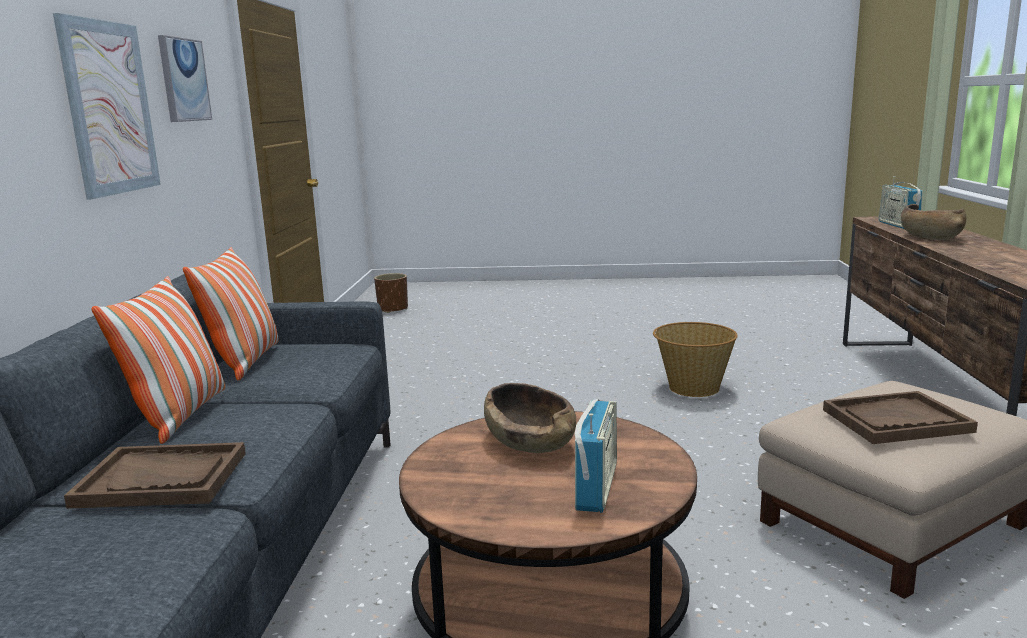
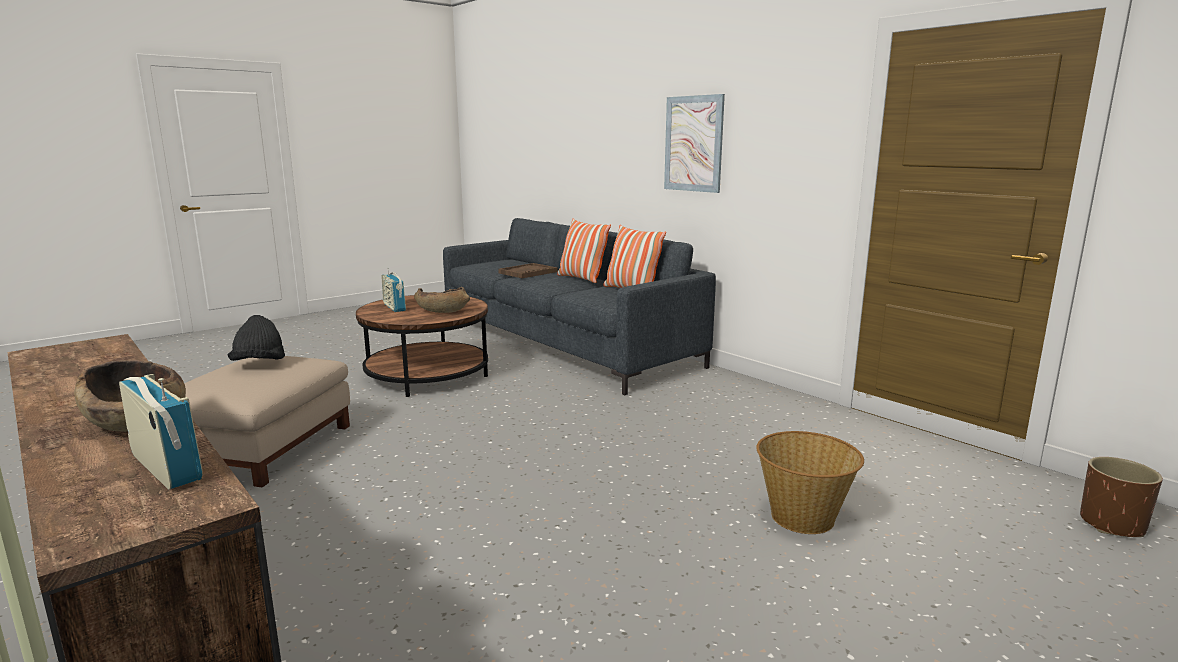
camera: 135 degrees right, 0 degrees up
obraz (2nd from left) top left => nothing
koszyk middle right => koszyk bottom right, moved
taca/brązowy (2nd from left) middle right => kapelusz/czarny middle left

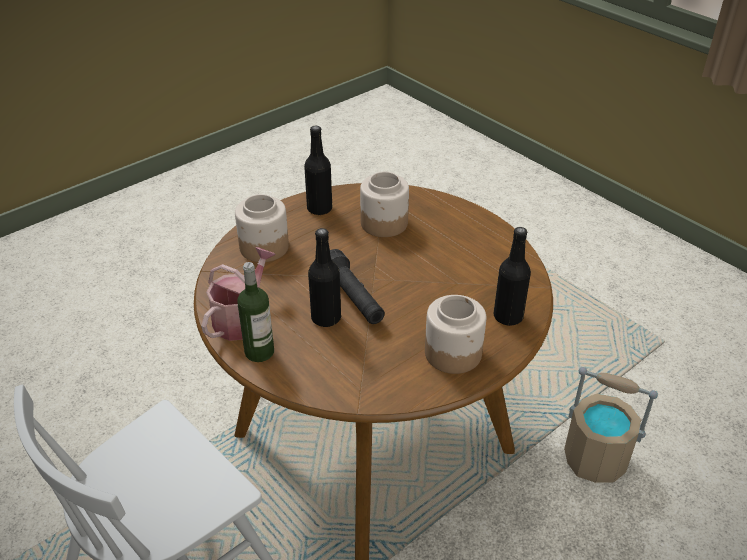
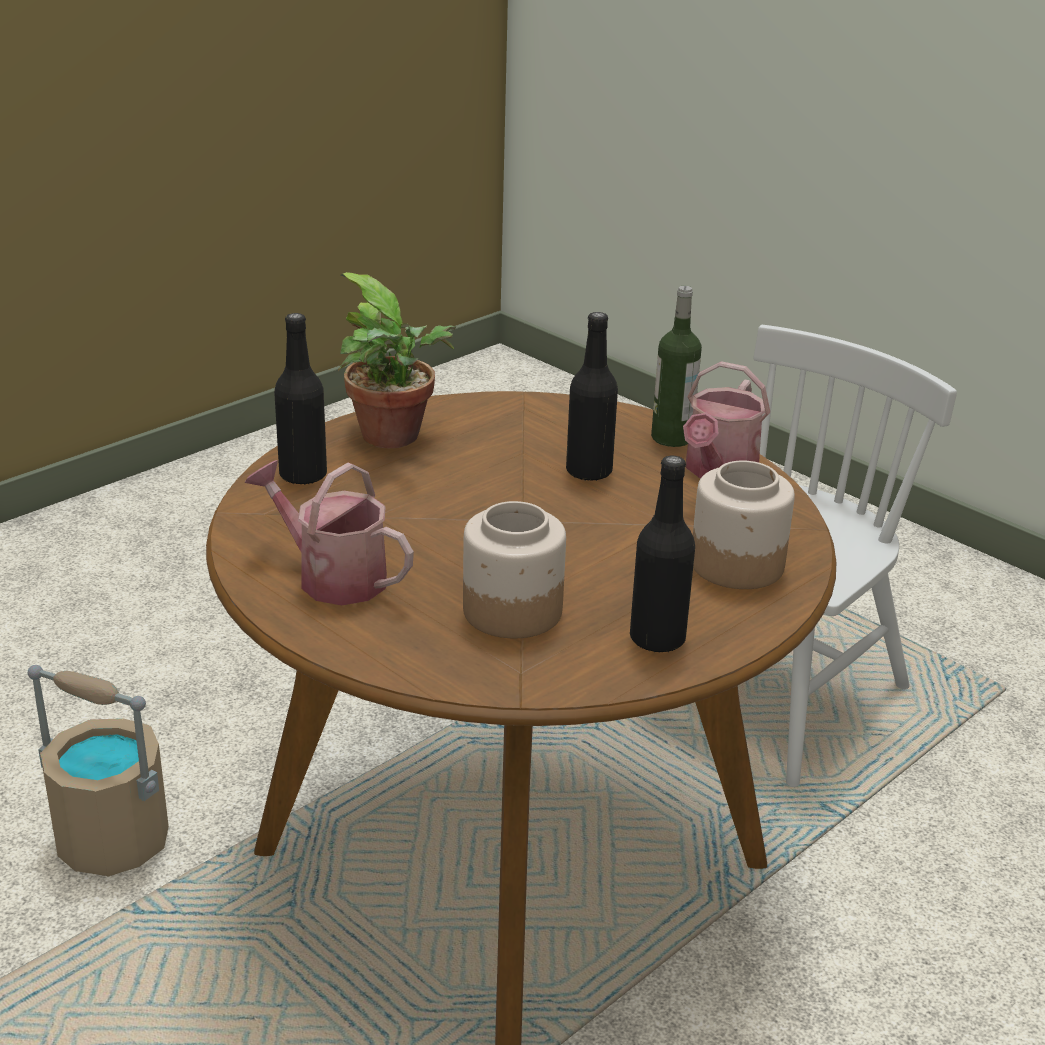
camera: 175 degrees right, 10 degrees down
latarka/czarny centre => nothing
słoik (3rd from left) centre => roślina doniczkowa centre
nothing => konewka (1st from left) middle left

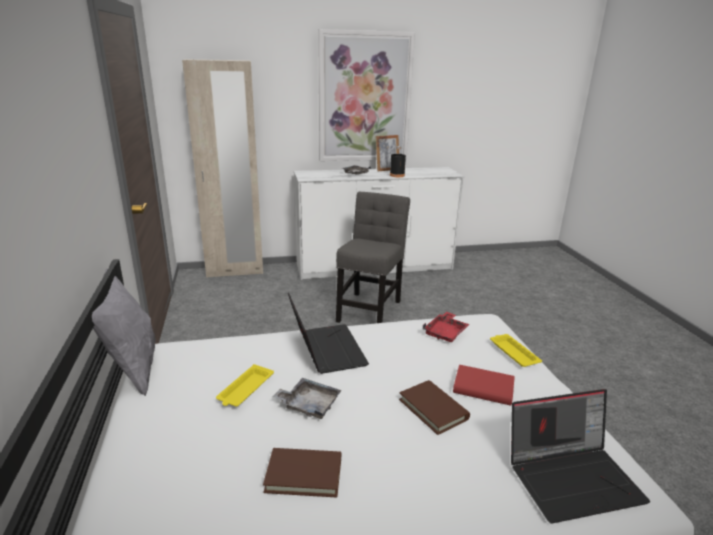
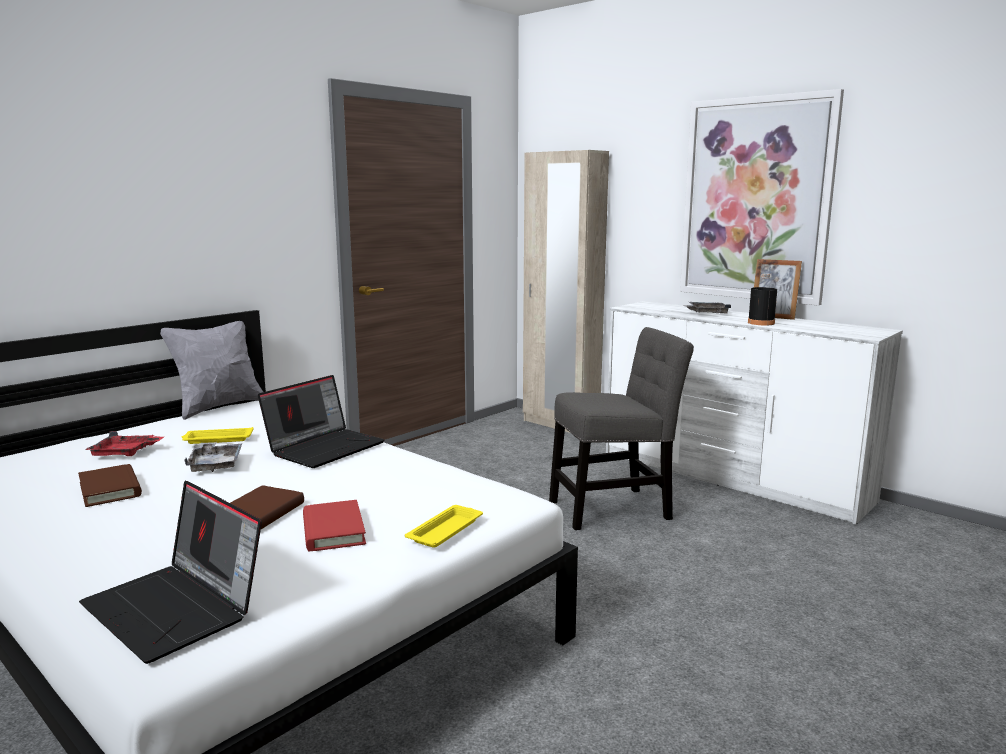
camera: 55 degrees right, 10 degrees down
taca/czerwony centre => taca/czerwony middle left, moved

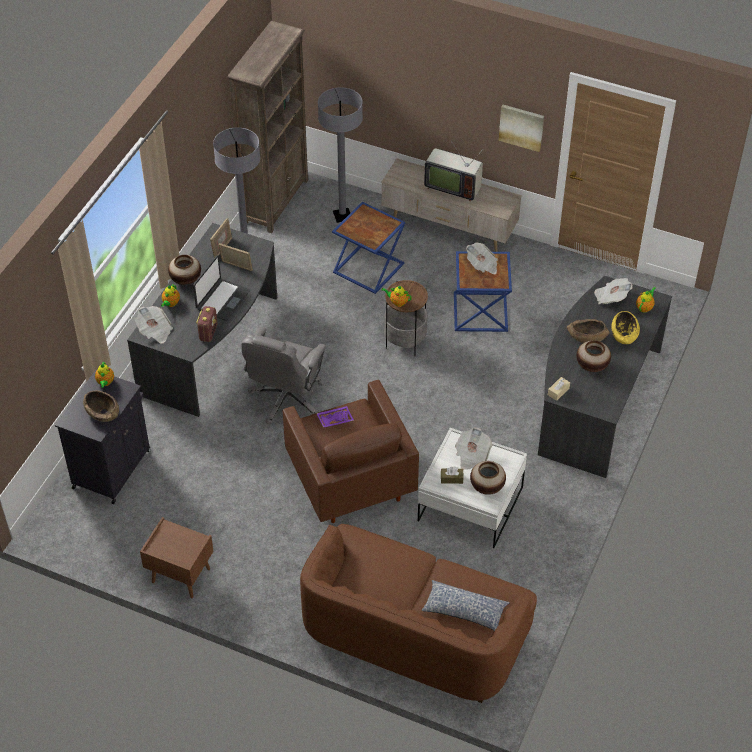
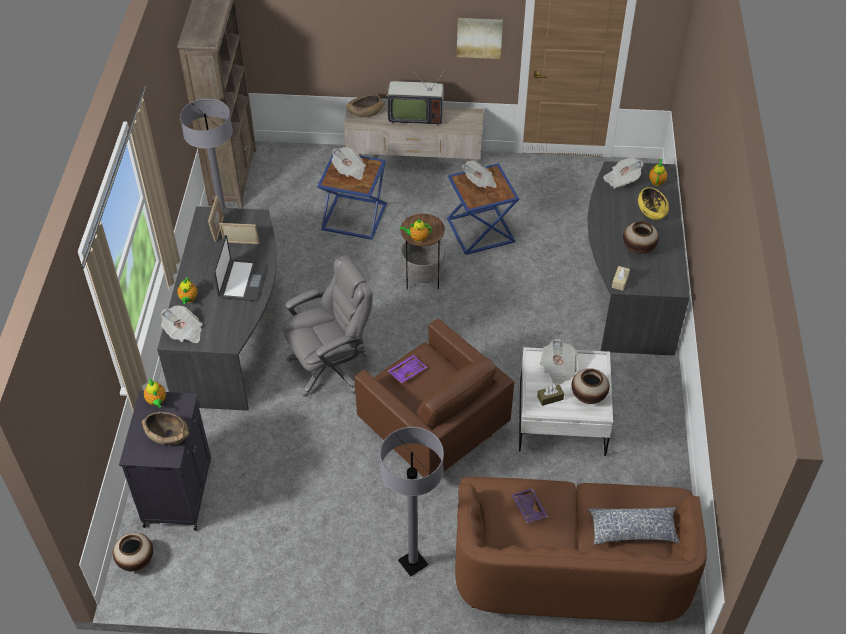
camera: 20 degrees left, 0 degrees up
szafka nocna/brązowy bottom left => nothing
wazon (1st from left) middle left => wazon (1st from left) bottom left, moved
radio middle left => nothing
krzesło biurowe/szary centre, 120 degrees counterclockwise
lampa stojąca/szary (2nd from left) top centre => lampa stojąca/szary (2nd from left) bottom centre, moved
miska/brązowy (2nd from left) middle right => miska/brązowy (2nd from left) top centre, moved
nothing => gazeta (2nd from left) top centre
nothing => taca/fioletowy (2nd from left) bottom centre

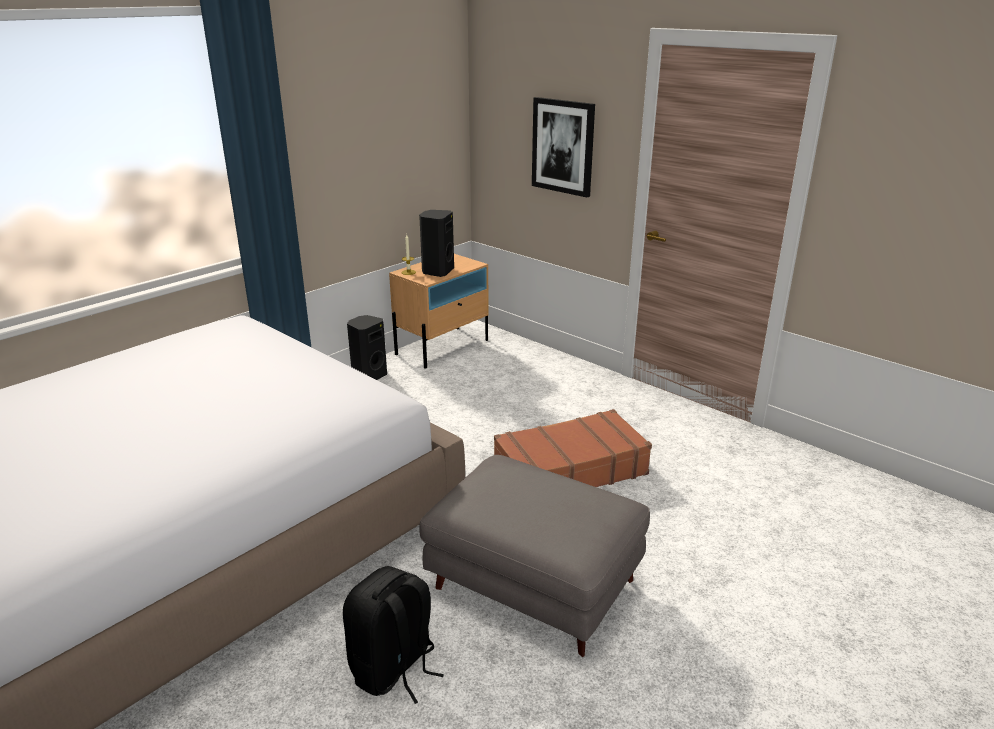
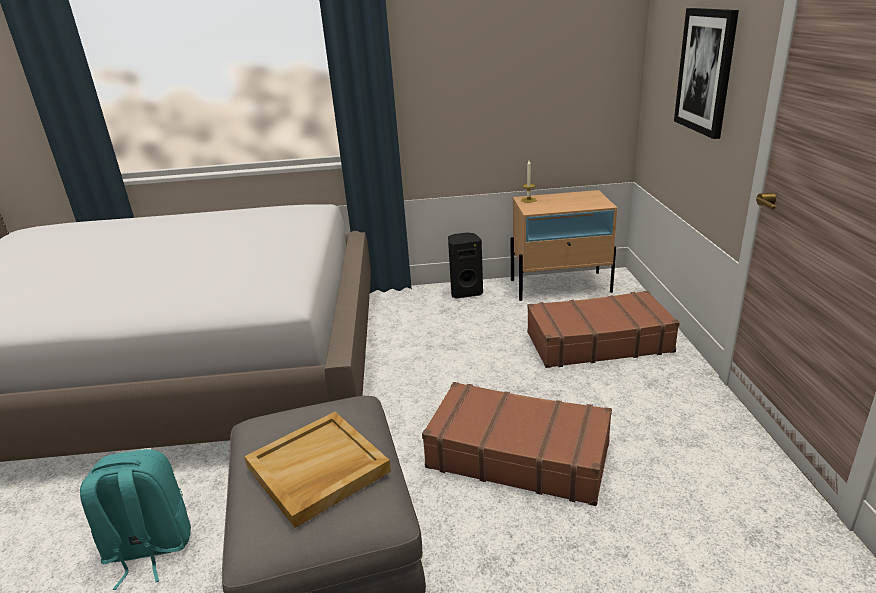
camera: 45 degrees right, 0 degrees up
plecak/czarny bottom centre => plecak/turkusowy bottom left
głośnik/czarny (2nd from left) centre => nothing
nothing => taca/beżowy bottom centre
nothing => walizka/brązowy (2nd from left) middle right

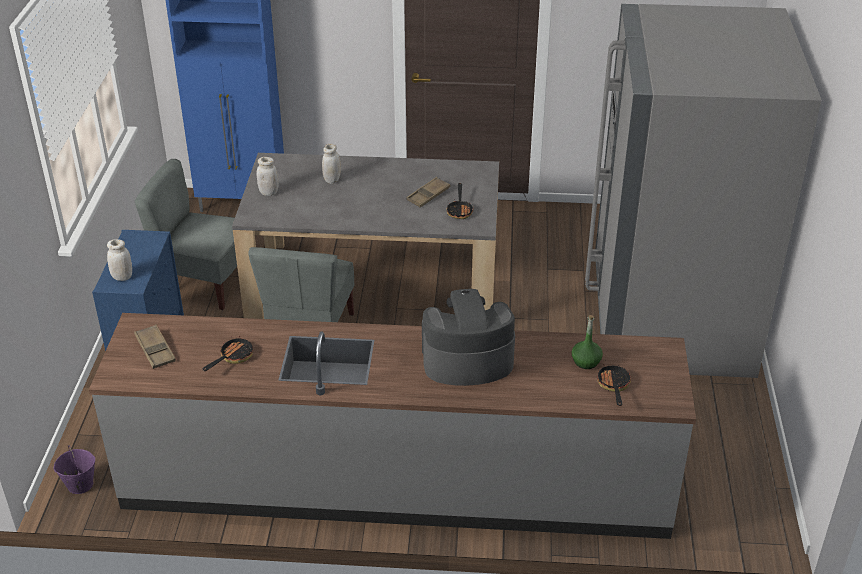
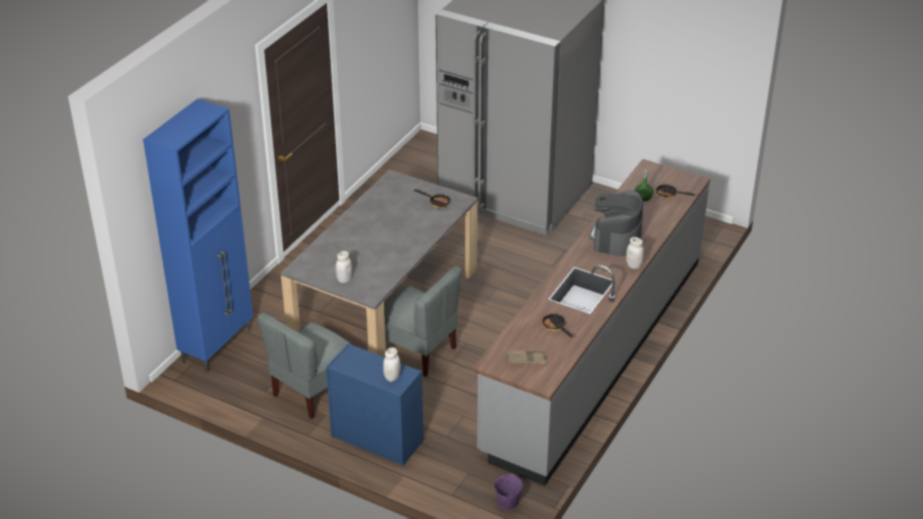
camera: 65 degrees left, 0 degrees up
słoik/biały (3rd from left) top centre => słoik/biały (3rd from left) middle right, moved
taca/brązowy (2nd from left) centre => nothing

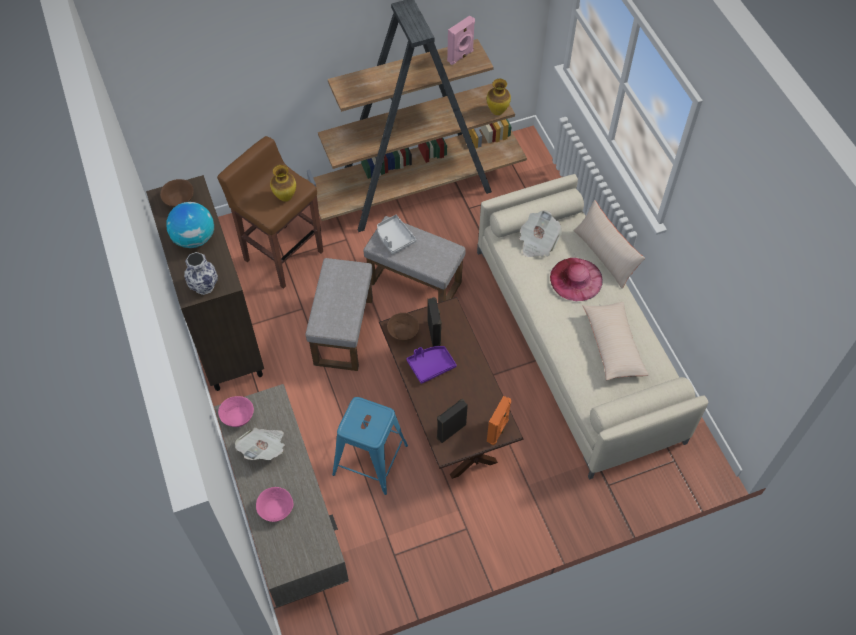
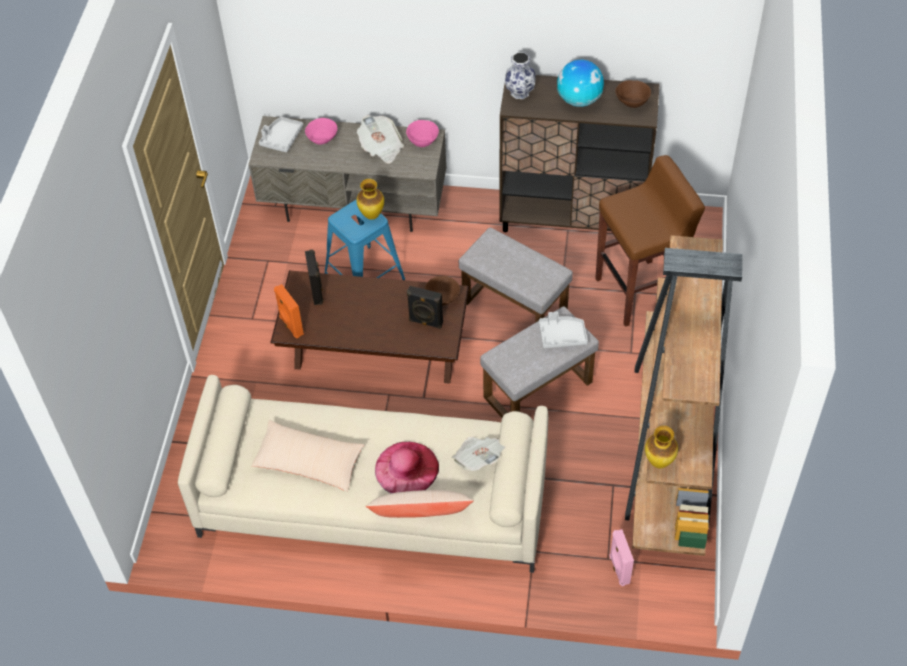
camera: 120 degrees right, 5 degrees down
wazon (2nd from left in the first image) top left => wazon (1st from left) top centre, moved
taca/fioletowy centre => nothing
głośnik/różowy top centre => głośnik/różowy bottom right, moved
nothing => taca/szary (1st from left) top left

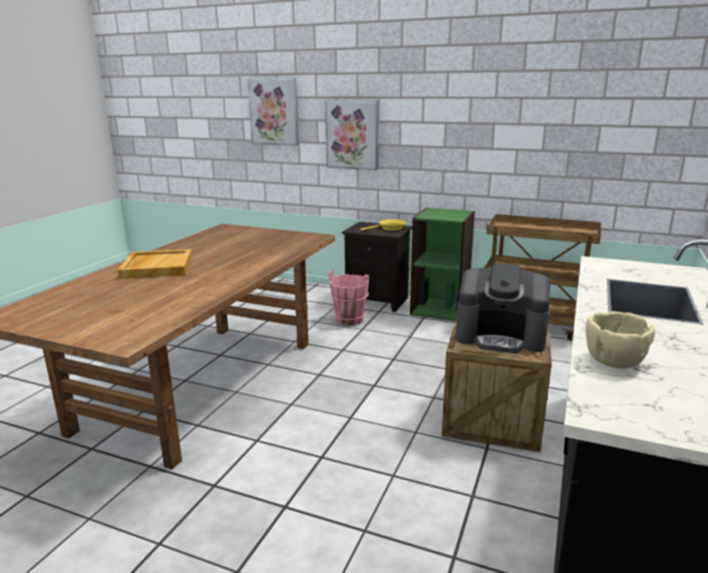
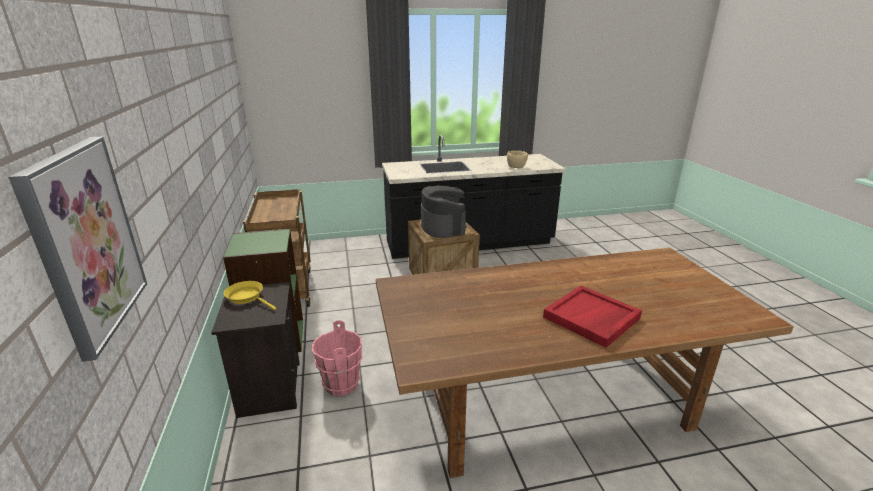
camera: 125 degrees left, 5 degrees up
taca/beżowy middle left => taca/czerwony middle right
obraz (2nd from left) top centre => nothing

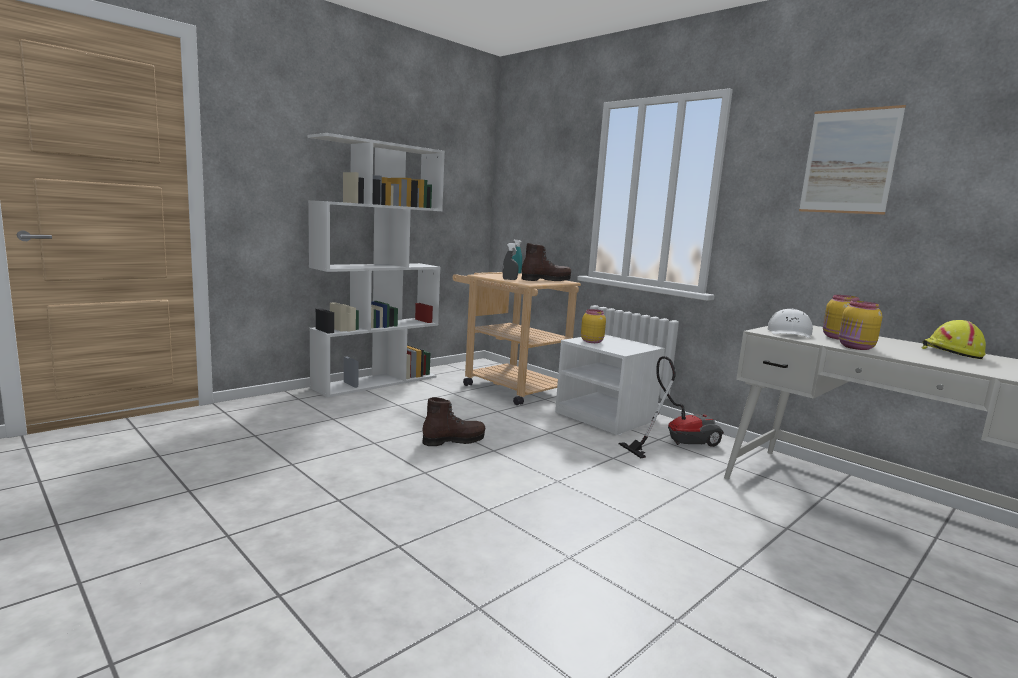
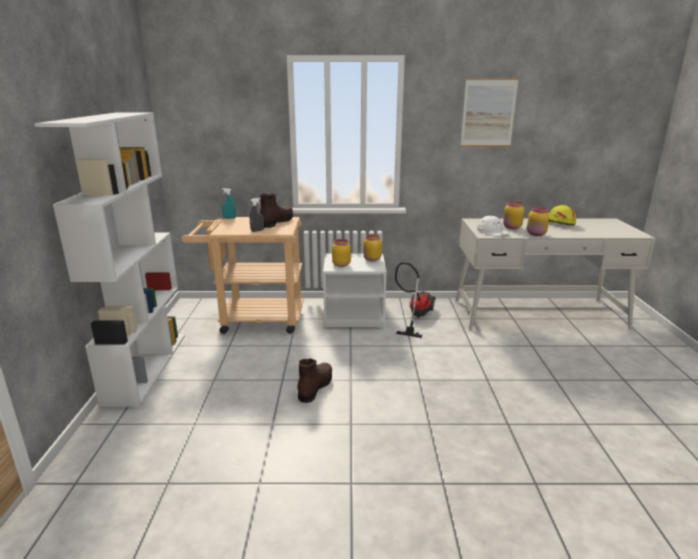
camera: 45 degrees left, 10 degrees up
nothing => słoik/żółty (2nd from left) centre

